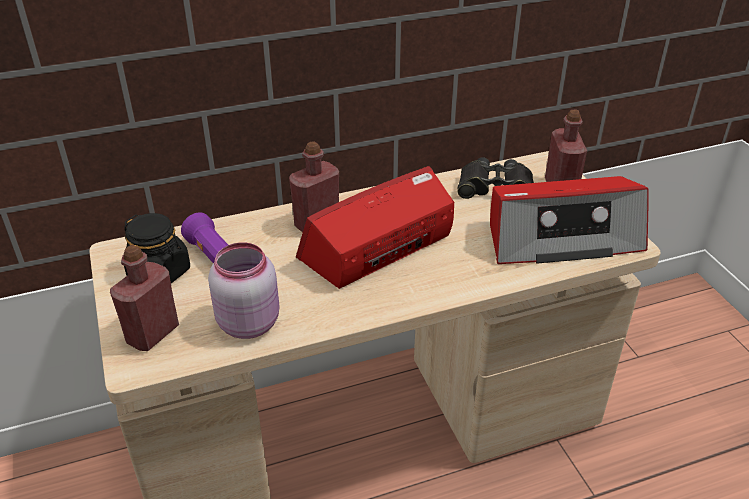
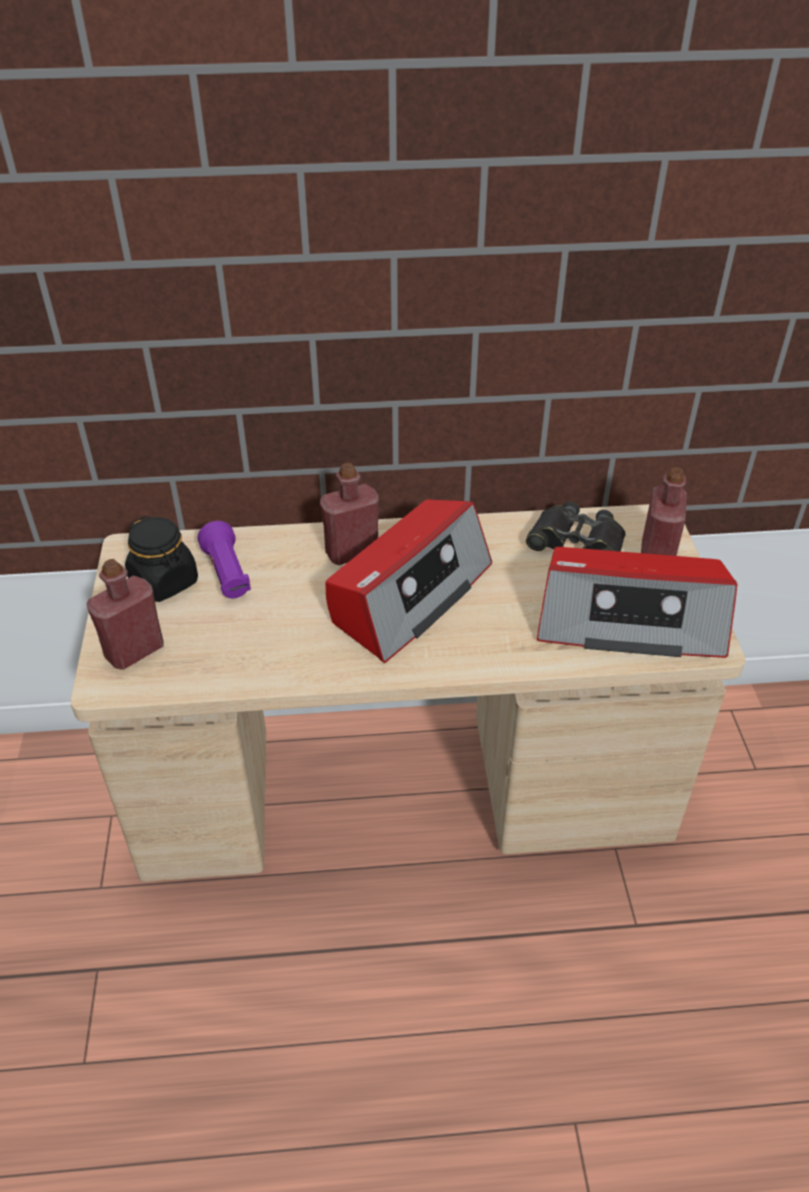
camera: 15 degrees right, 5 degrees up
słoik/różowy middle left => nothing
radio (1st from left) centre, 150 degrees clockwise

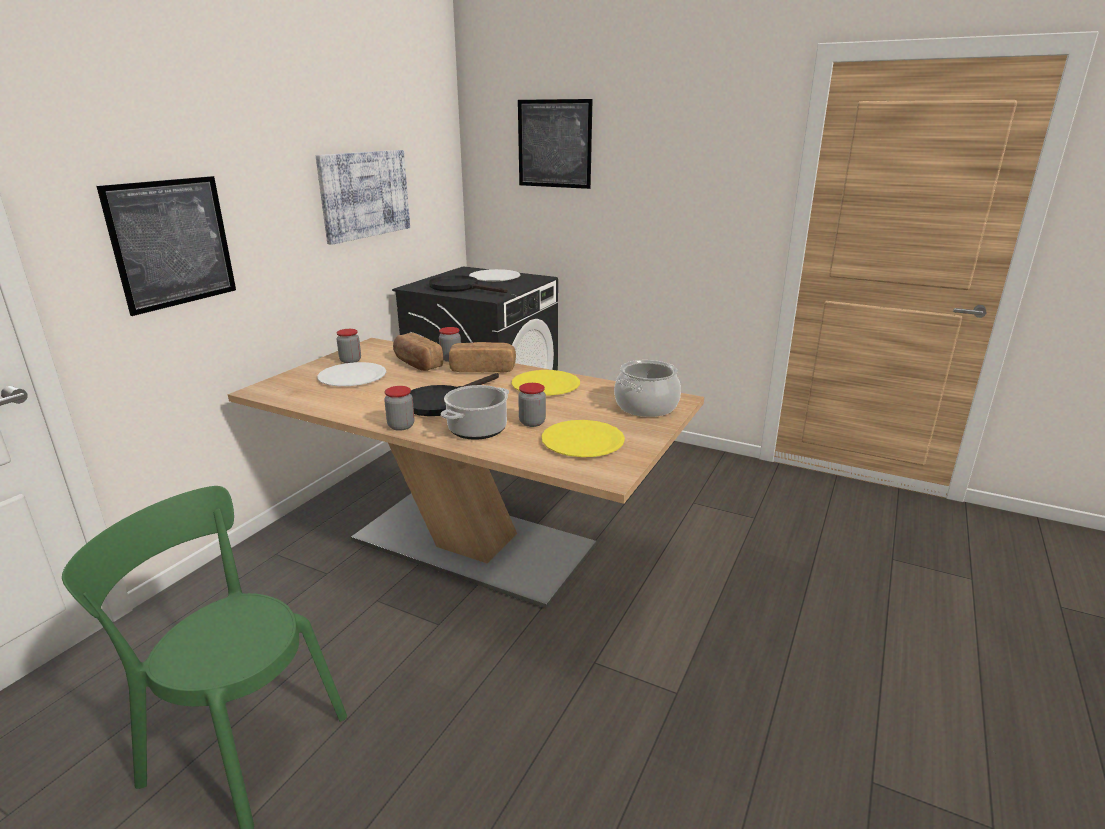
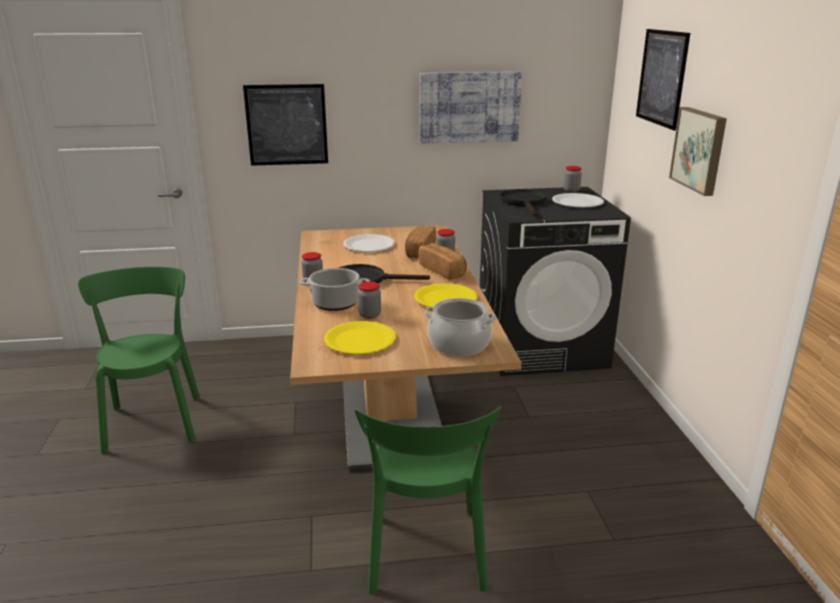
camera: 55 degrees right, 0 degrees up
słoik (1st from left in the first image) middle left => słoik (4th from left) top right, moved
nothing => krzesło/zielony (2nd from left) bottom centre
nothing => obraz (4th from left) top right

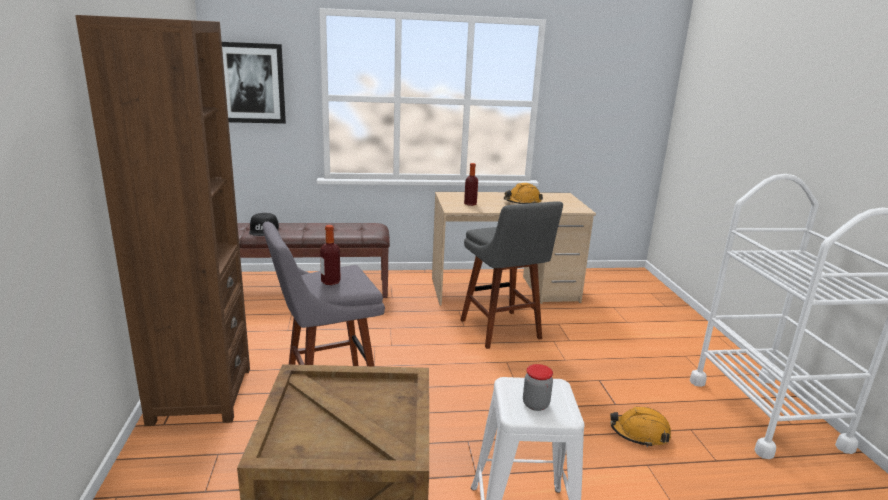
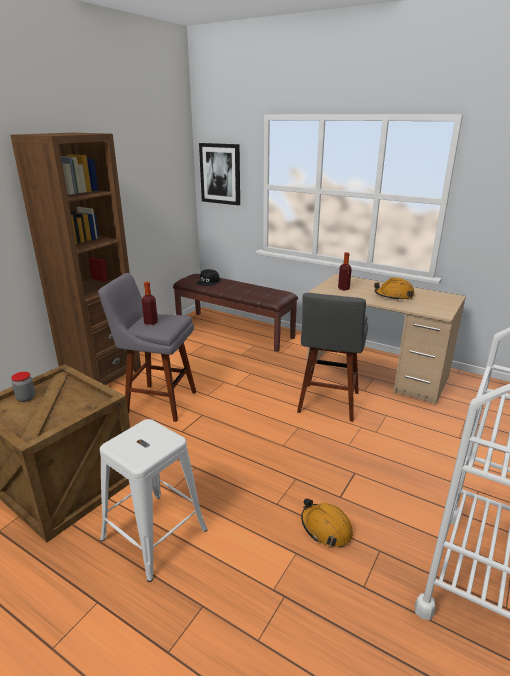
camera: 40 degrees right, 5 degrees up
słoik bottom centre => słoik middle left, moved

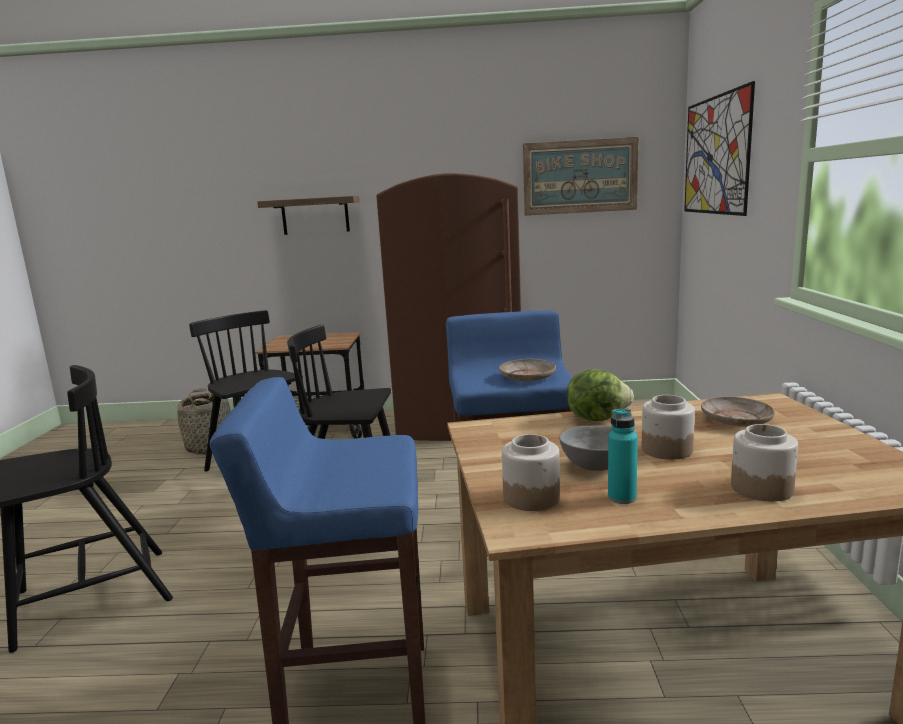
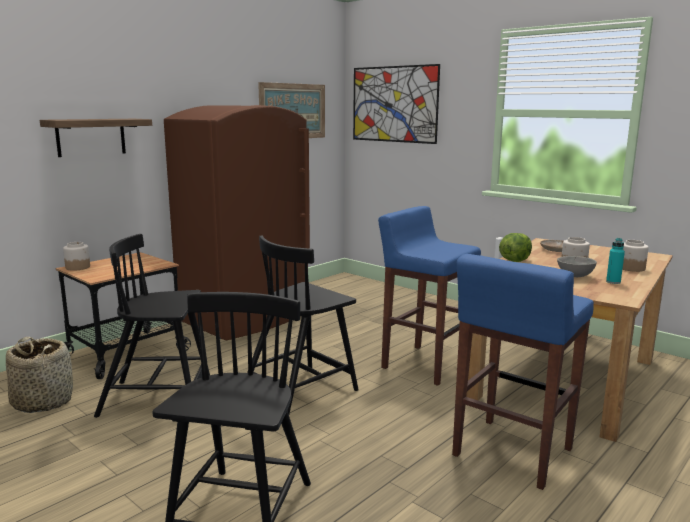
camera: 50 degrees left, 0 degrees up
talerz/beżowy (1st from left) centre => nothing
słoik (1st from left) centre => słoik (1st from left) middle left, moved

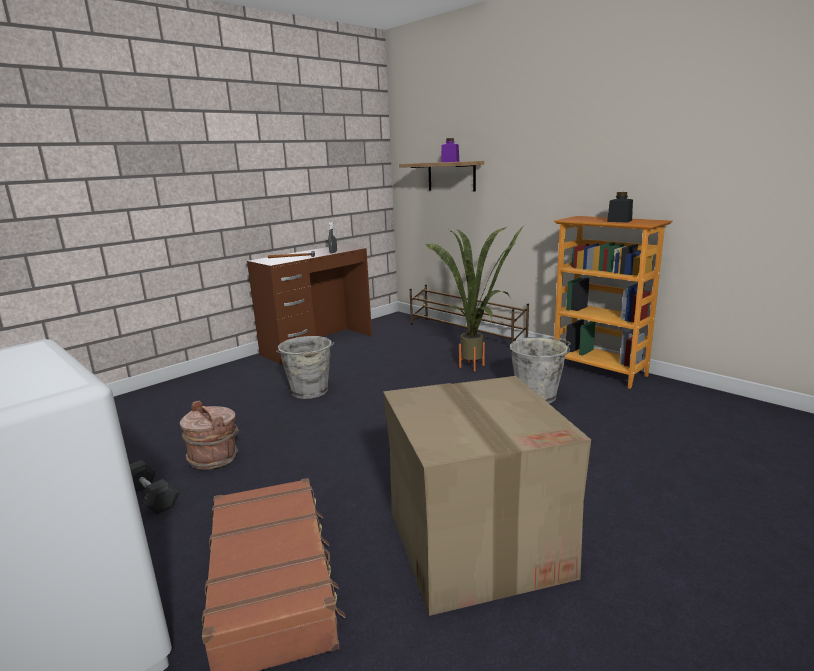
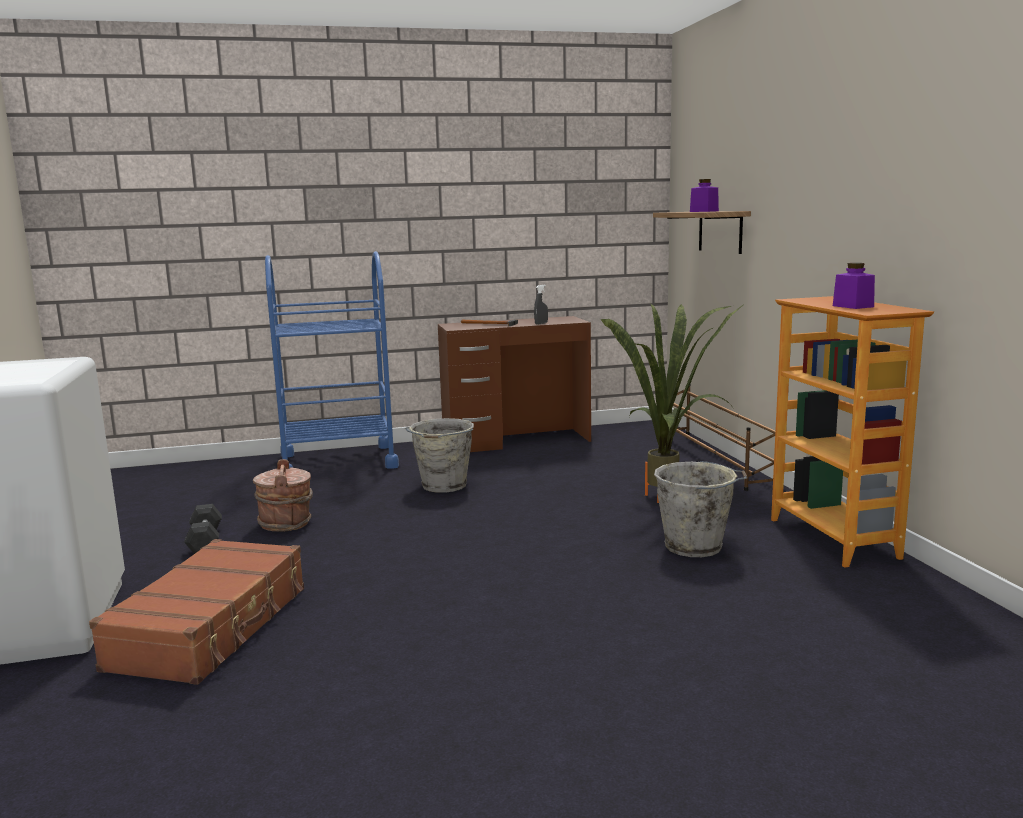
camera: 30 degrees right, 5 degrees down
karton bottom centre => nothing
słoik/czarny top right => słoik/fioletowy (2nd from left) middle right
nothing => wózek/niebieski middle left

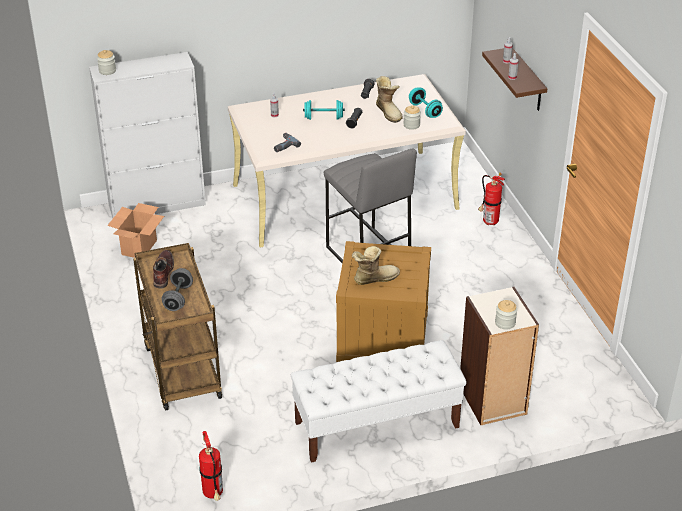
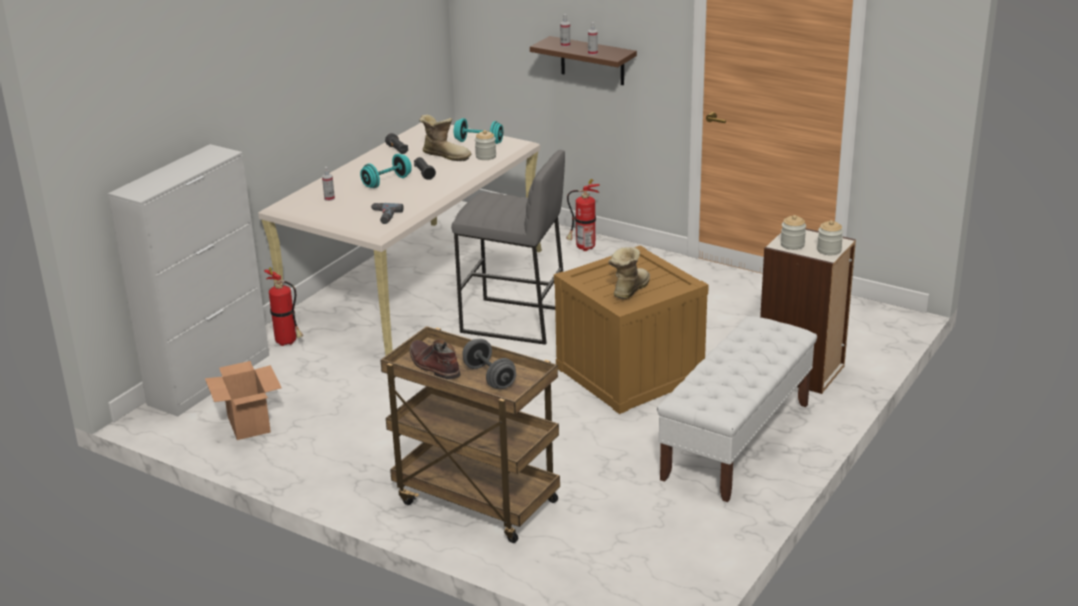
camera: 40 degrees left, 10 degrees down
słoik (1st from left in the first image) top left => słoik (2nd from left) middle right, moved
gaśnica (1st from left) bottom left => gaśnica (1st from left) middle left, moved

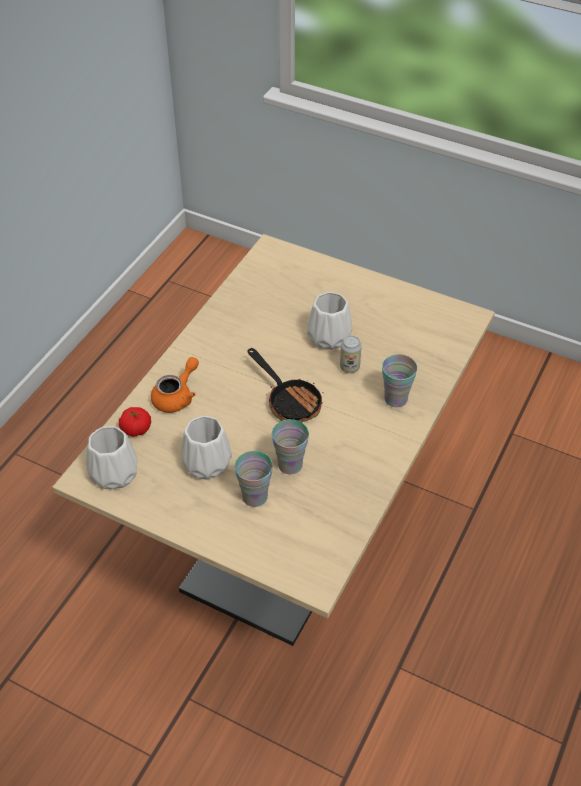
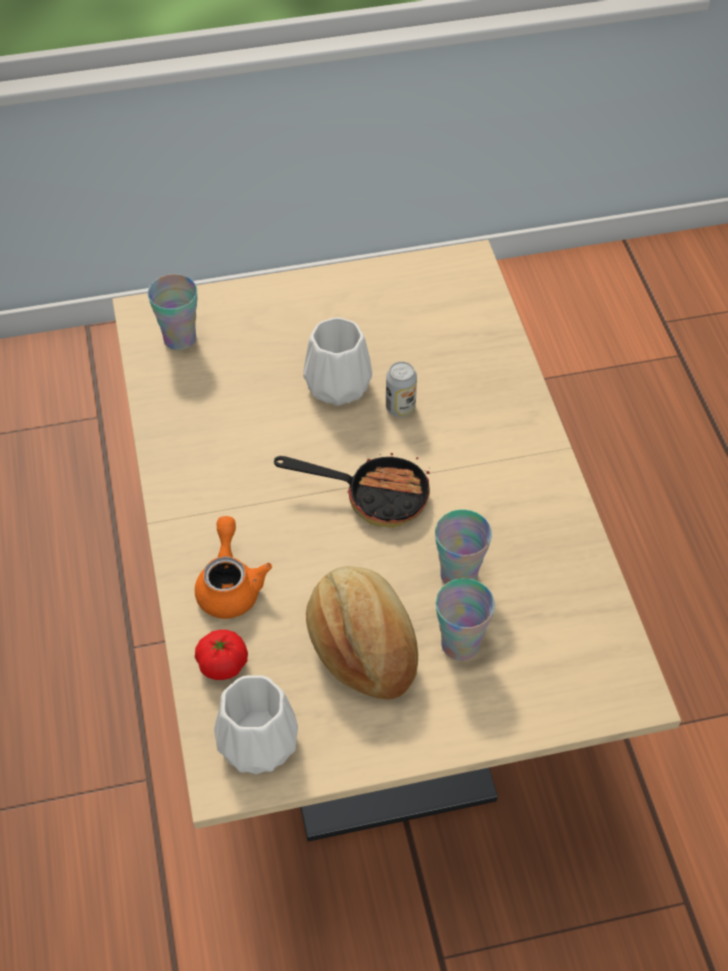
camera: 40 degrees left, 5 degrees up
wazon/biały (2nd from left) centre => chleb centre
filiżanka (3rd from left in the first image) middle right => filiżanka (1st from left) top left, moved

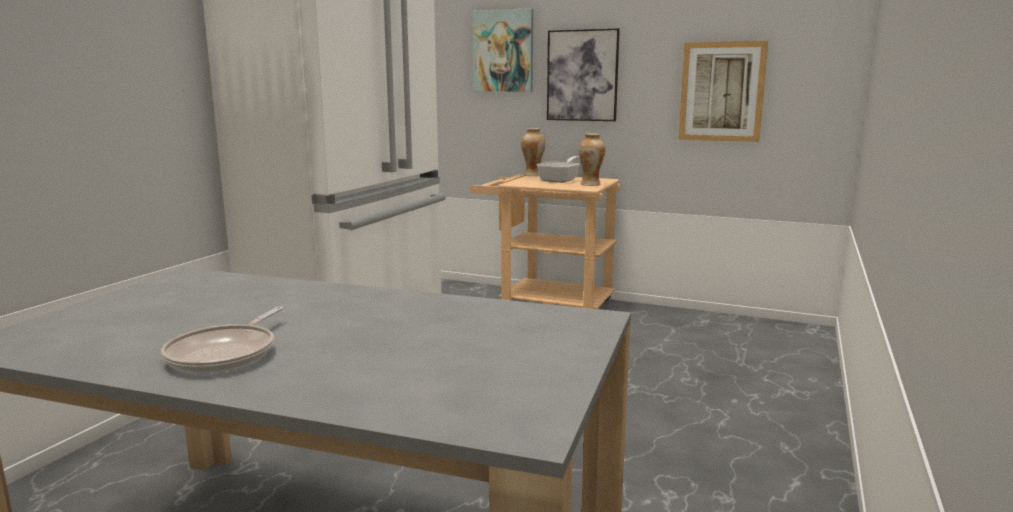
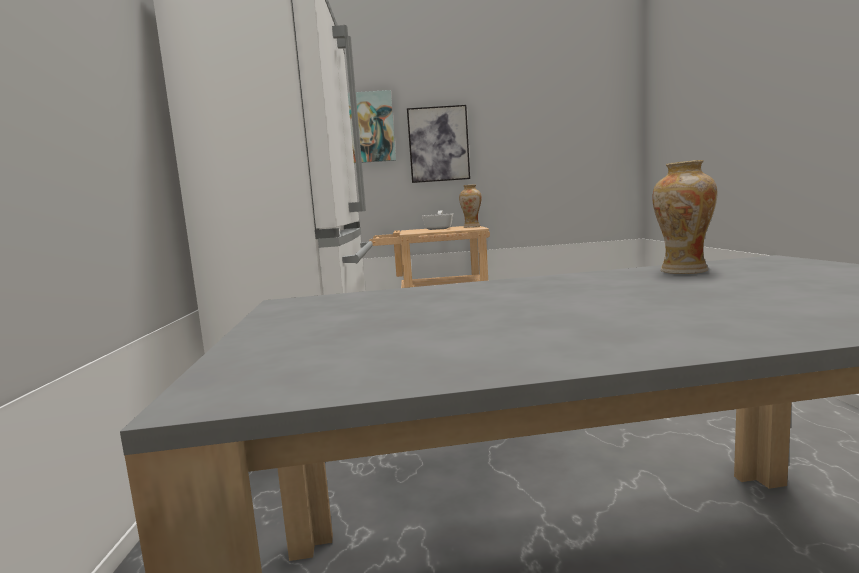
camera: 25 degrees left, 5 degrees down
patelnia (1st from left) middle left => nothing
wazon (1st from left in the first image) top centre => wazon (2nd from left) middle right, moved
obraz (3rd from left) top right => nothing

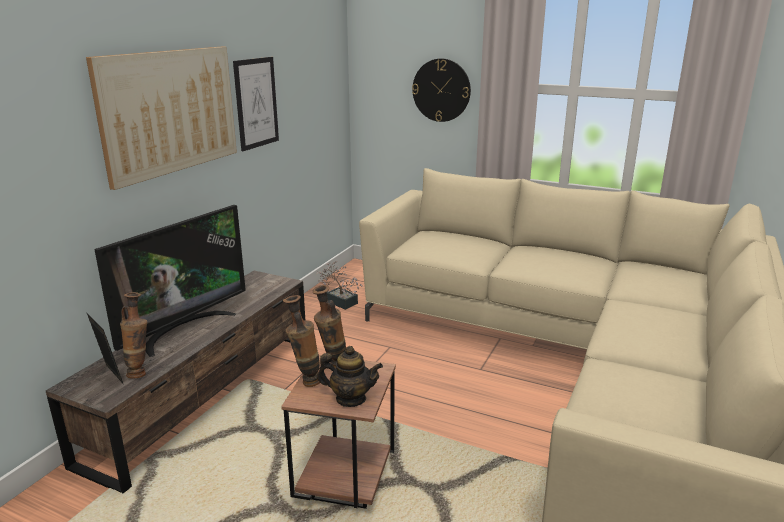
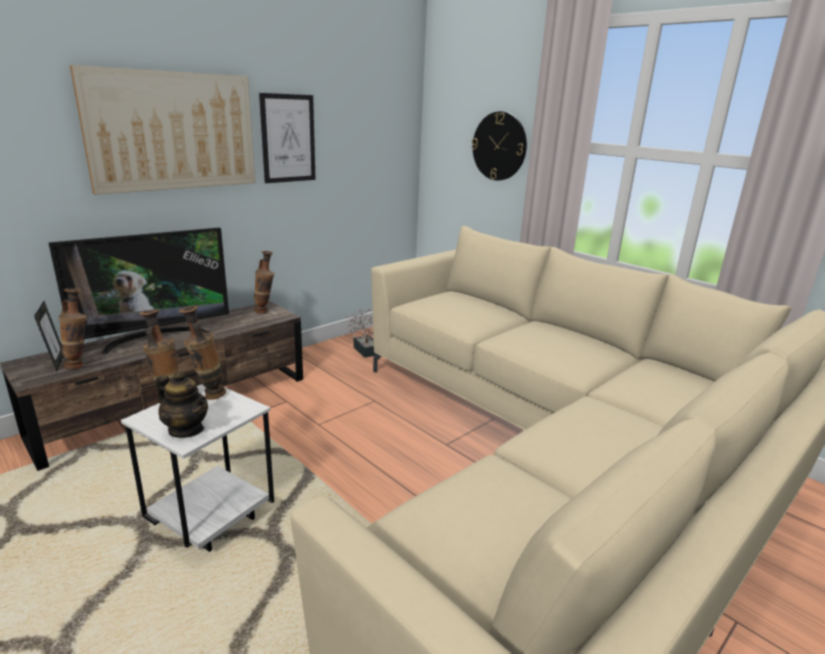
camera: 20 degrees right, 0 degrees up
stolik/brązowy bottom centre => stolik/biały bottom left
nothing => wazon (4th from left) middle left

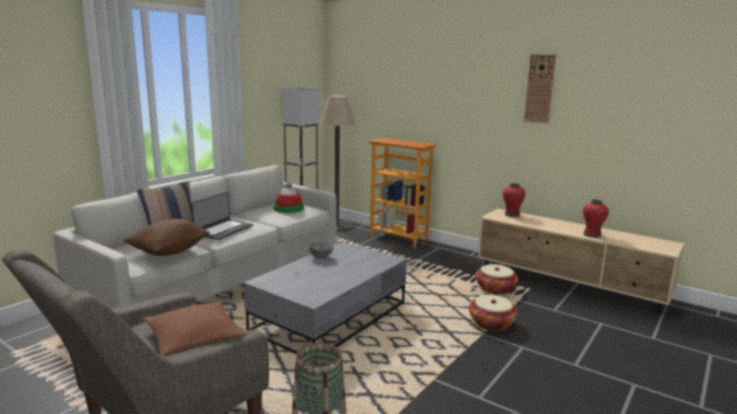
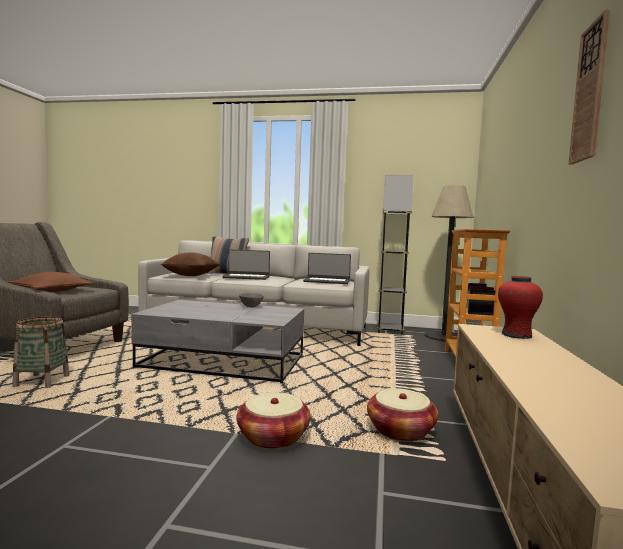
camera: 65 degrees right, 10 degrees down
kapelusz centre => laptop (2nd from left) centre
wazon/czerwony (2nd from left) middle right => nothing

